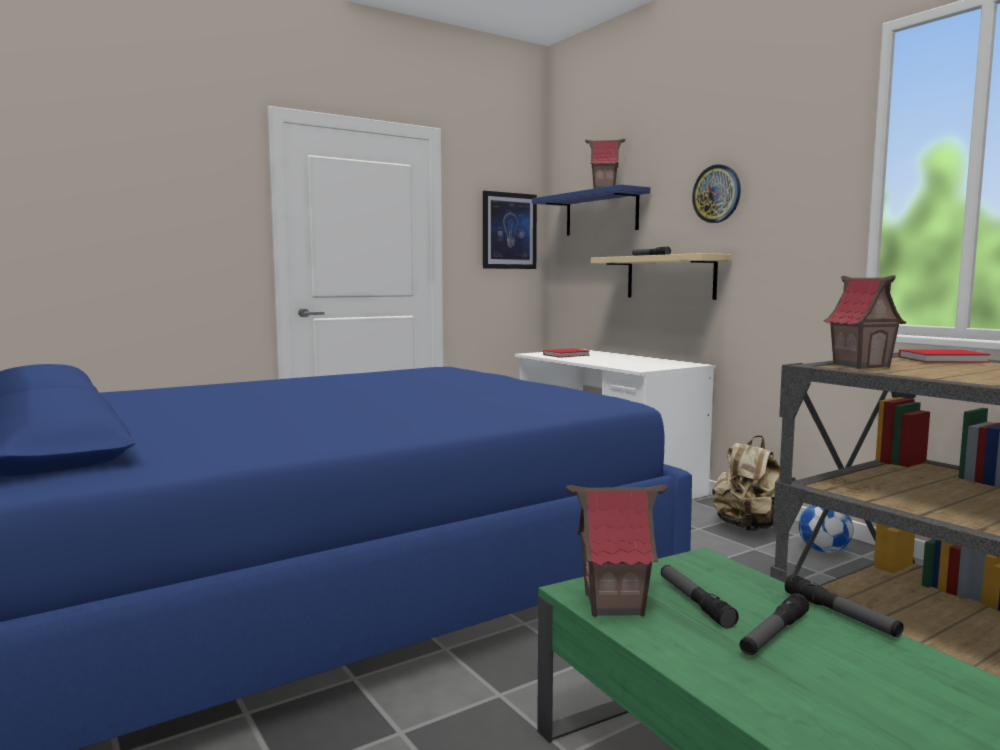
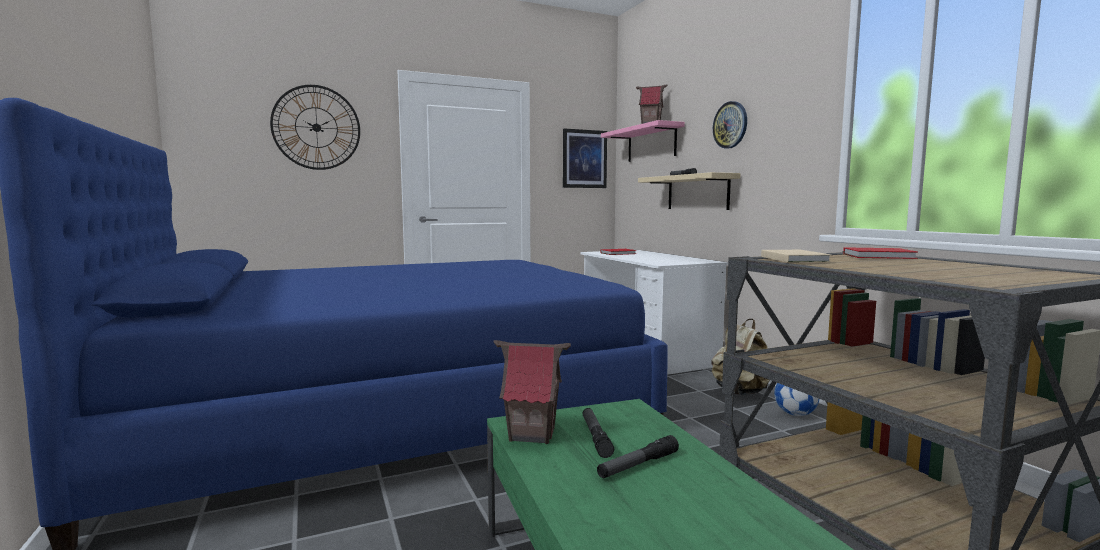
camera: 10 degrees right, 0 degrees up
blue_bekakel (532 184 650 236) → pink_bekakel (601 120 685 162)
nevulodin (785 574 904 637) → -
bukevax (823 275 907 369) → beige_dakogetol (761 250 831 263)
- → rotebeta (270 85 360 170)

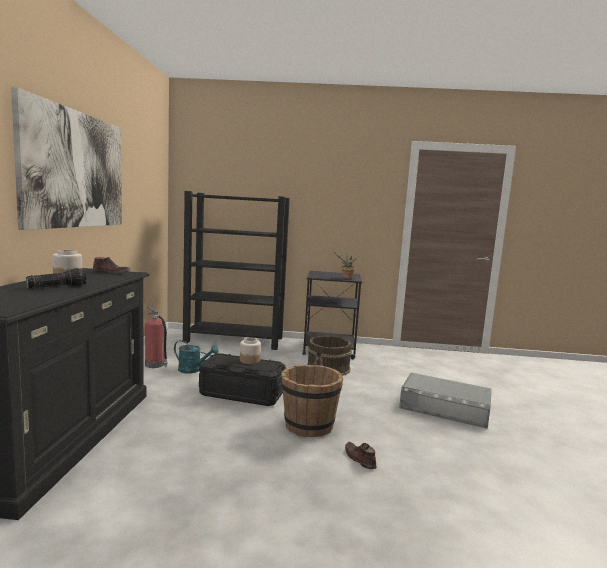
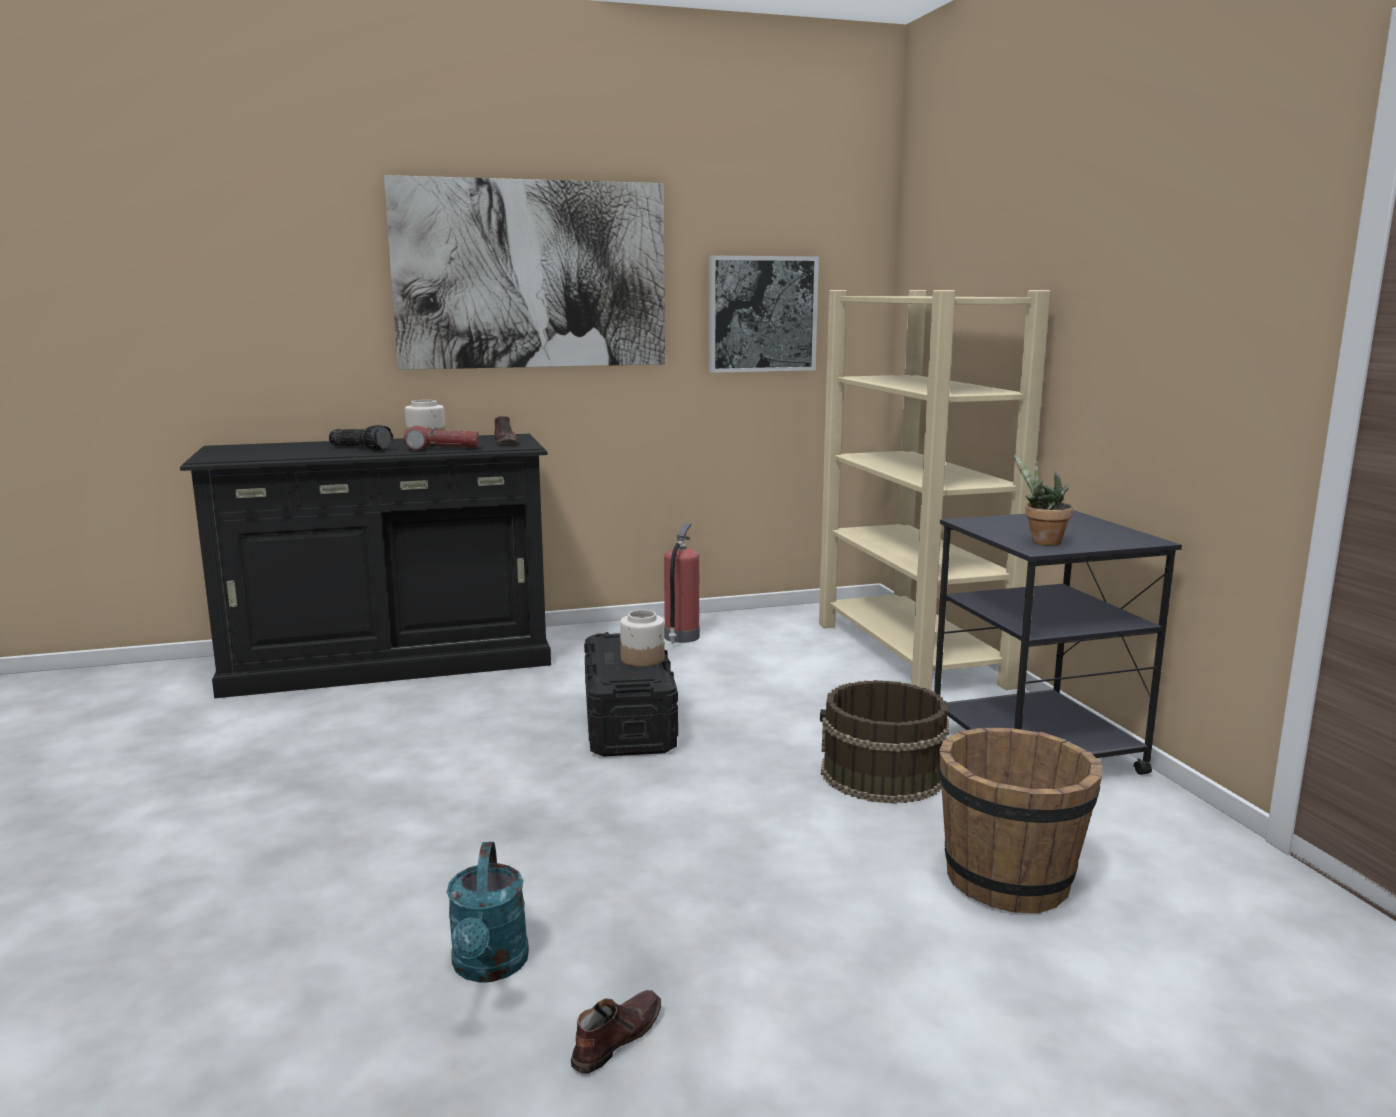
camera: 70 degrees right, 5 degrees up
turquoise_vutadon (174 340 219 373) → turquoise_vutadon (447 842 529 983), shifted
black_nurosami (183 191 290 350) → beige_nurosami (819 290 1051 691)
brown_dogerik (281 365 343 437) → brown_dogerik (939 728 1102 913), shifted
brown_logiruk (345 442 376 469) → brown_logiruk (571 990 661 1074), shifted
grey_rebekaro (399 373 492 429) → -
- → nevulodin (403 426 479 450)
- → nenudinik (709 255 819 373)

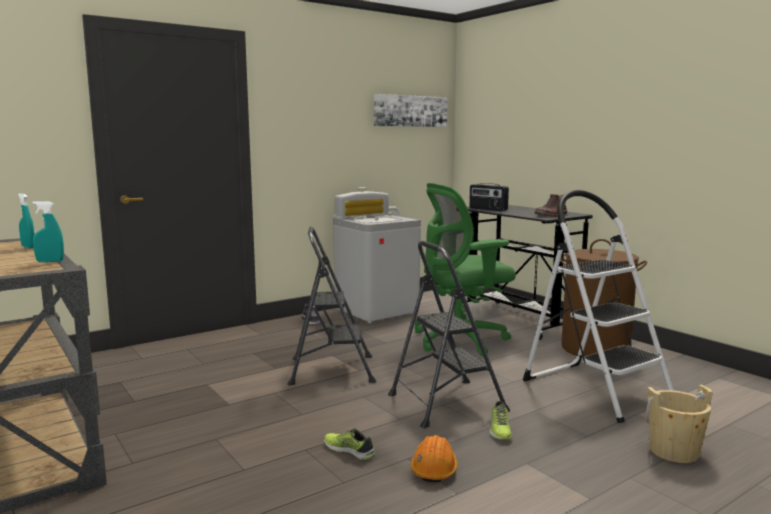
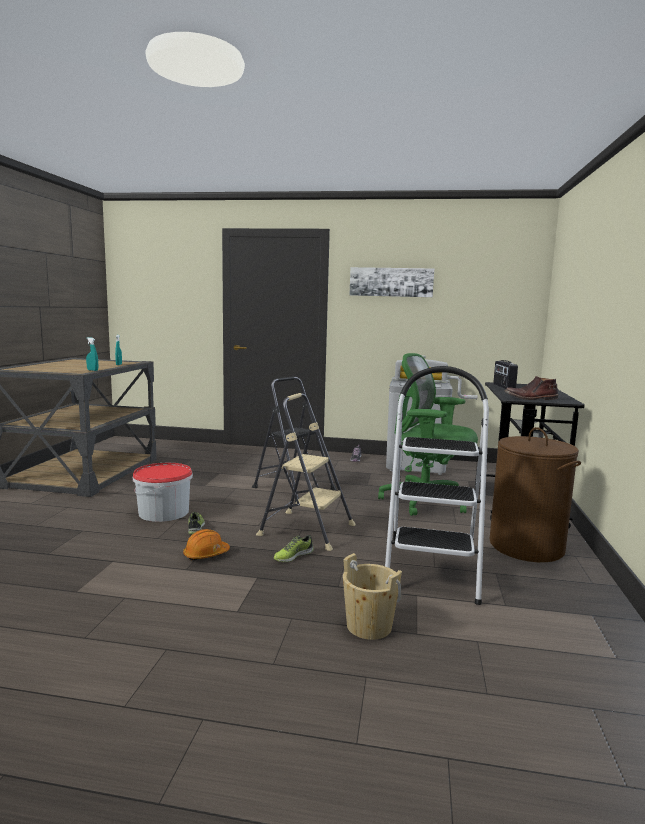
camera: 45 degrees right, 0 degrees up
nenudinik (374 94 447 127) → nenudinik (350 267 434 297), shifted
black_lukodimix (388 241 510 428) → beige_lukodimix (256 393 356 551)
- → dogerik (133 463 193 522)

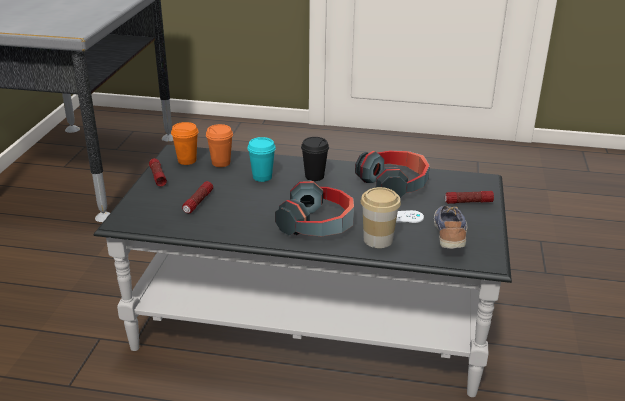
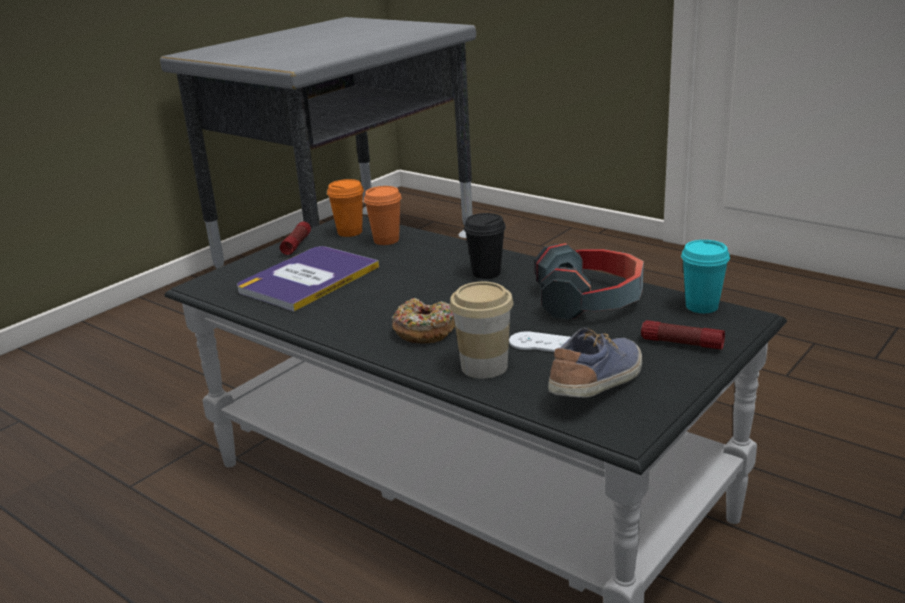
camera: 30 degrees right, 5 degrees down
nevulodin (182 181 213 213) → dakogetol (237 246 379 312)
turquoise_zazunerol (247 137 276 182) → turquoise_zazunerol (681 240 730 313), shifted
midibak (275 180 354 236) → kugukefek (391 298 455 343)

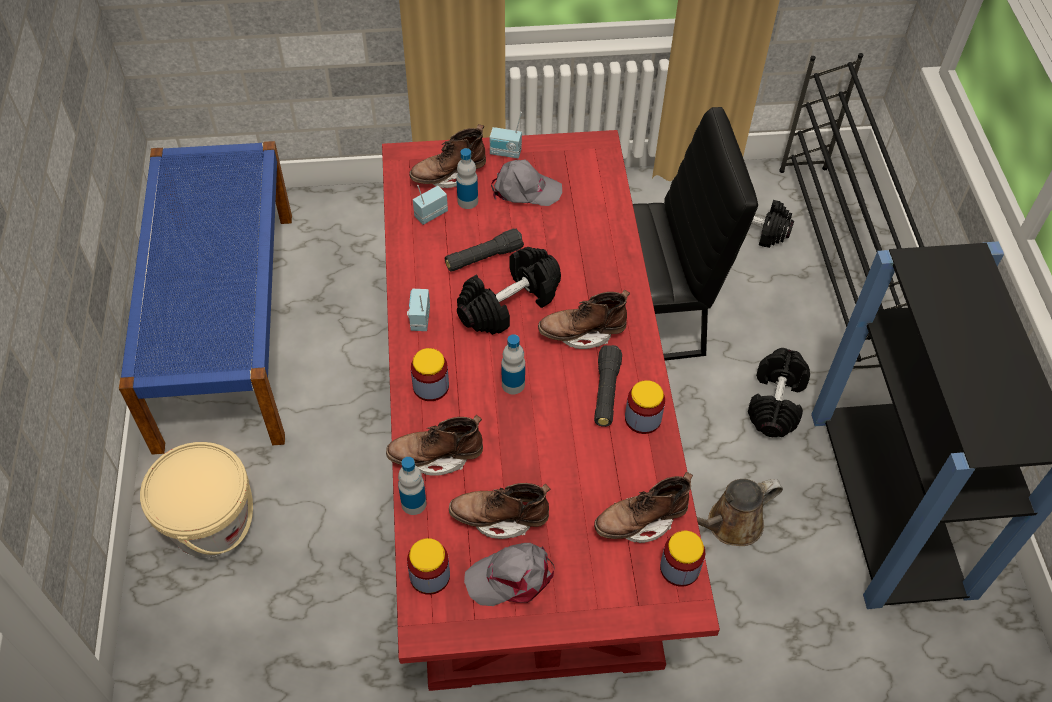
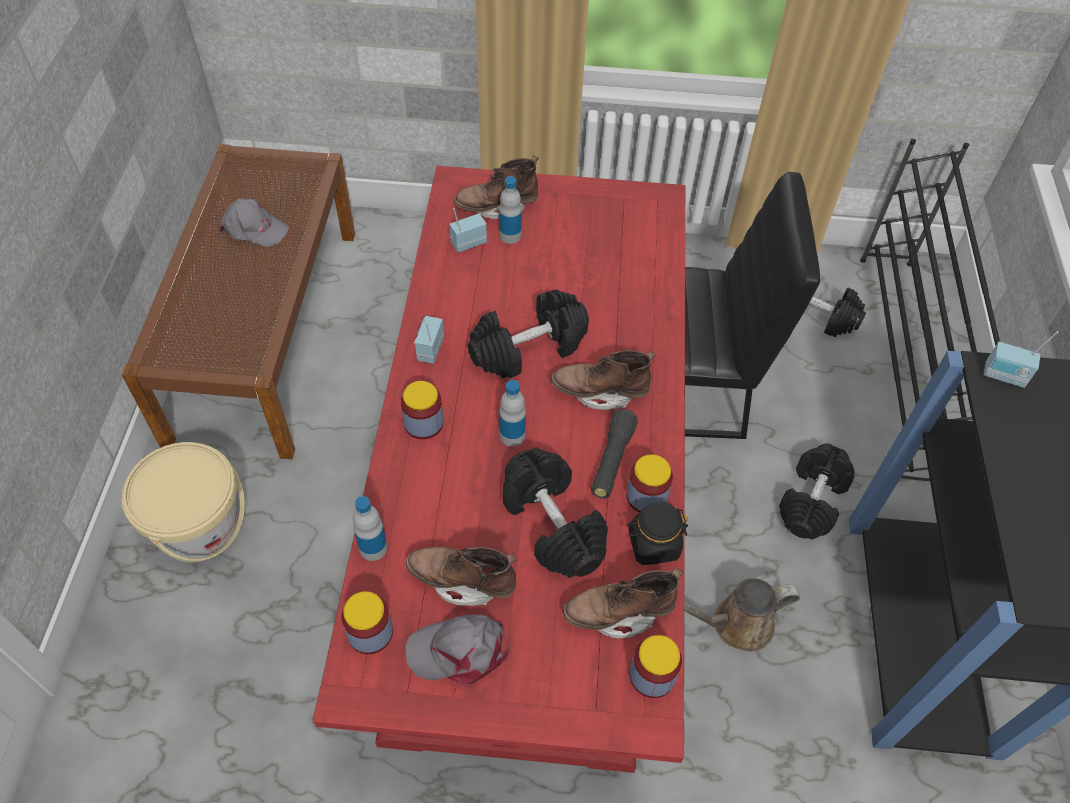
camera: 10 degrees right, 0 degrees up
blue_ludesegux (119 141 292 455) → brown_ludesegux (122 144 355 460)
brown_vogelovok (386 415 483 476) → -
black_nevulodin (445 228 524 272) → -
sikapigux (490 112 522 158) → sikapigux (984 331 1058 388), shifted
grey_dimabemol (491 160 562 206) → grey_dimabemol (219 198 289 247), shifted
- → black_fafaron (503 448 608 578)
- → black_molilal (627 501 688 565)

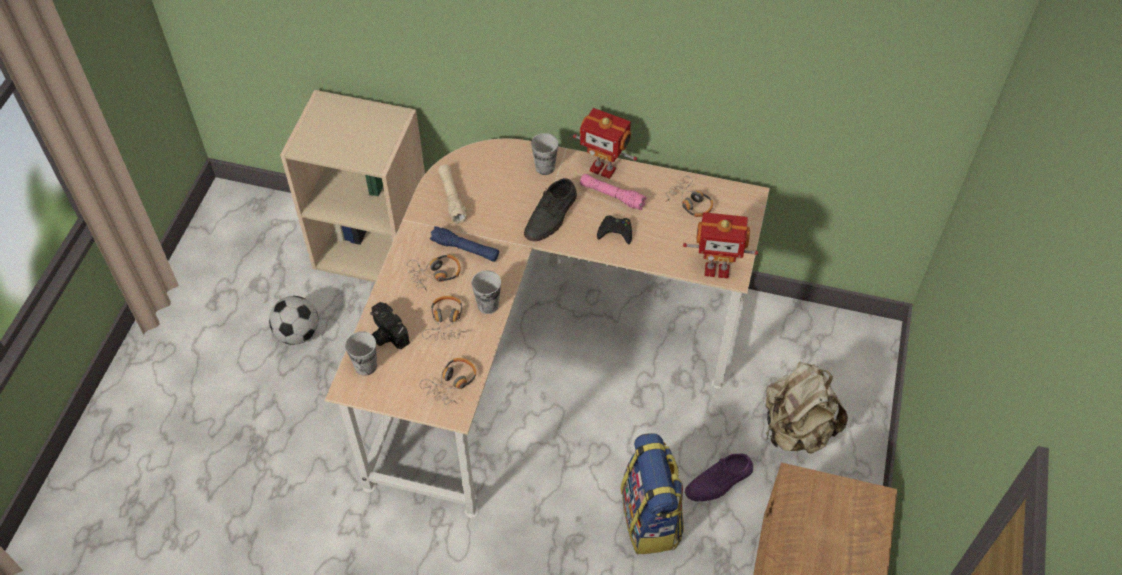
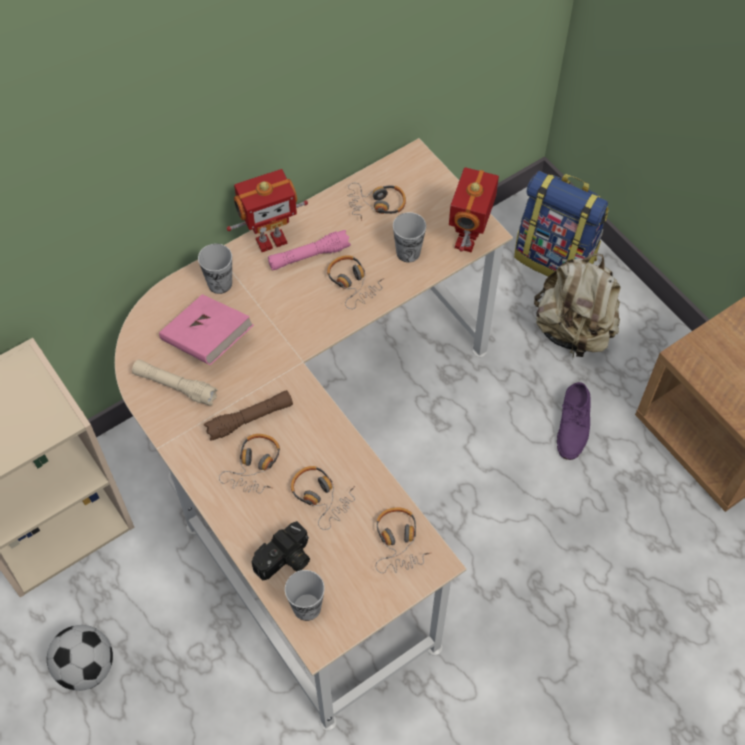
camera: 50 degrees left, 5 degrees up
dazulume (370 302 410 350) → dazulume (251 521 310 581), 45 degrees counterclockwise
blue_nevulodin (430 226 499 262) → brown_nevulodin (204 390 293 440)
zazunerol (472 270 501 314) → zazunerol (393 212 426 262), shifted
grey_logiruk (524 178 577 241) → -
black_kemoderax (597 215 632 244) → midibak (327 255 384 309)
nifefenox (621 433 684 554) → nifefenox (514 171 609 277), shifted
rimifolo (683 212 758 279) → rimifolo (449 167 499 253), 150 degrees clockwise
- → pink_dakogetol (159 294 254 365)

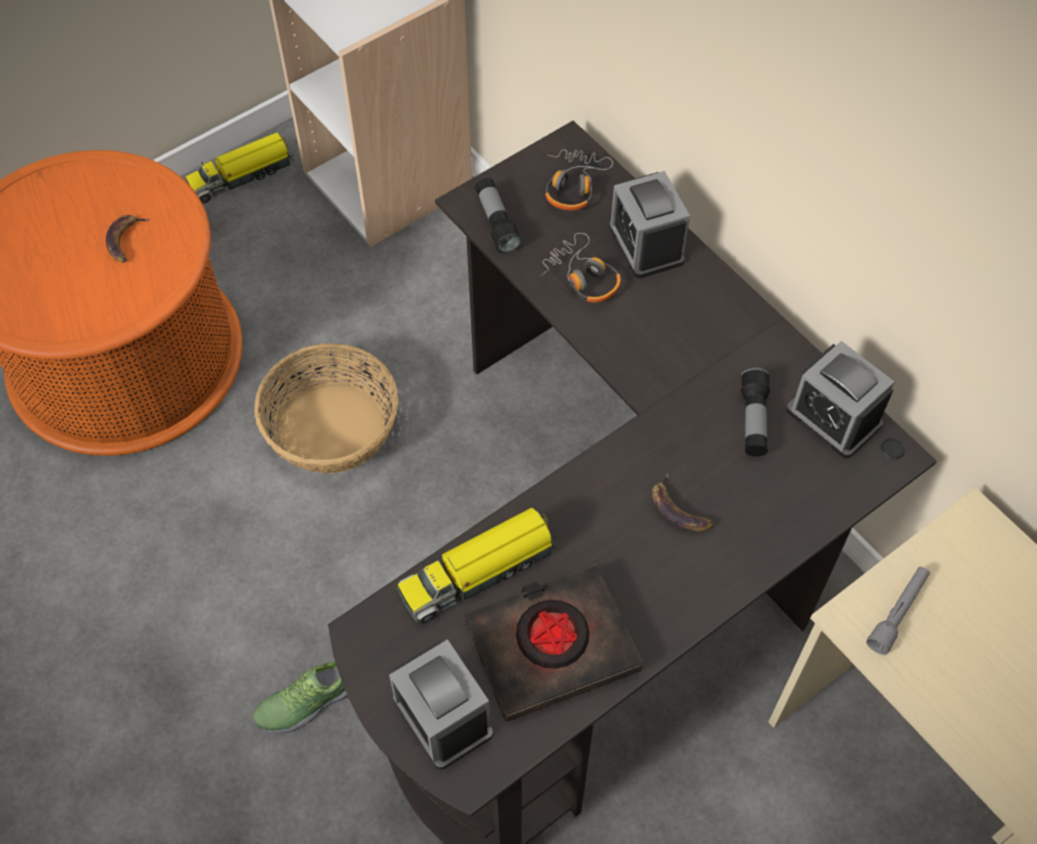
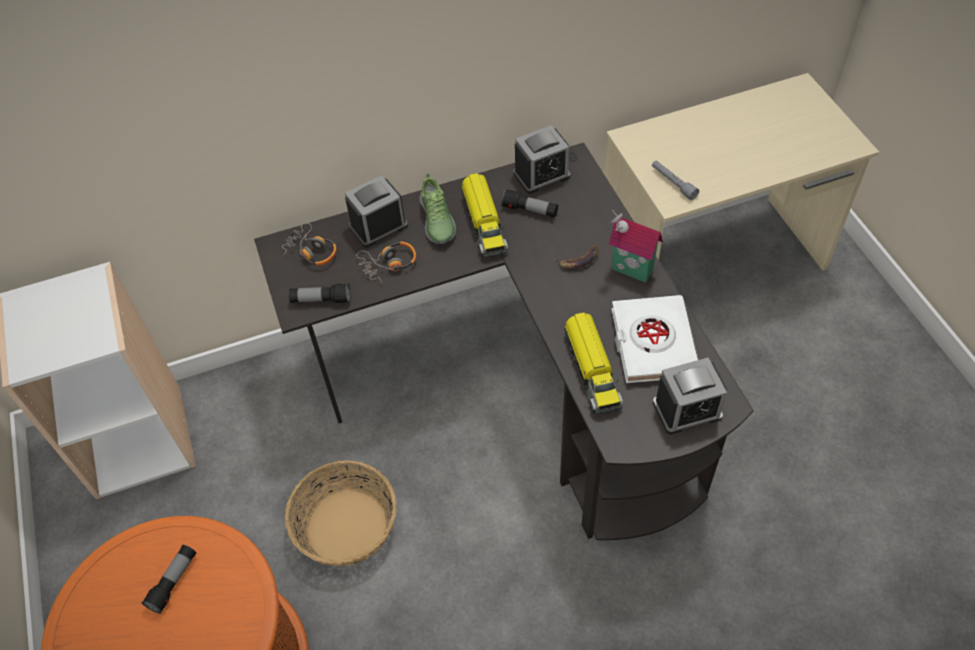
camera: 70 degrees left, 5 degrees down
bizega (106 215 150 263) → nevulodin (141 545 196 614)
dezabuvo (185 132 294 203) → dezabuvo (462 173 508 258), shifted
logiruk (252 661 348 733) → logiruk (420 173 456 244), shifted
black_dakogetol (464 564 643 722) → white_dakogetol (611 295 699 383)
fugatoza (609 171 690 278) → fugatoza (345 175 408 248), 150 degrees clockwise
- → bukevax (609 210 663 283)

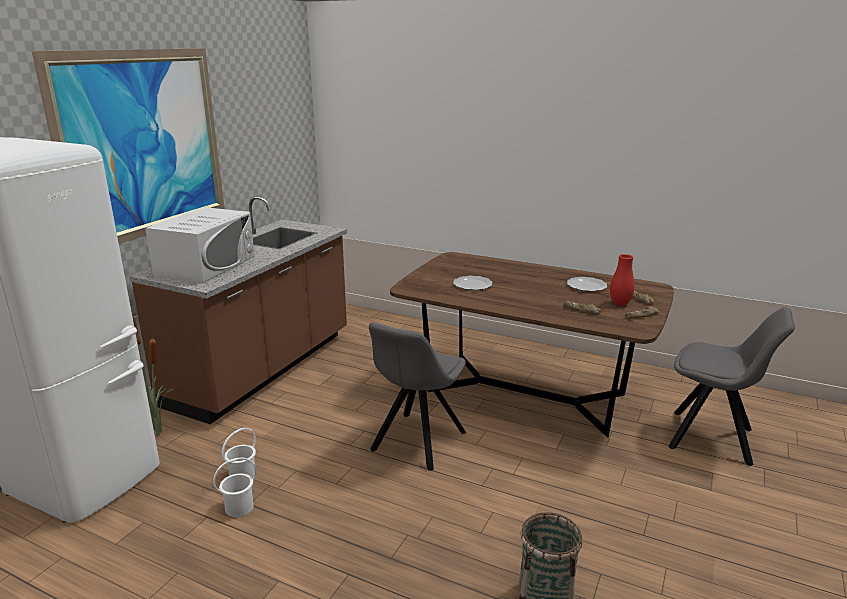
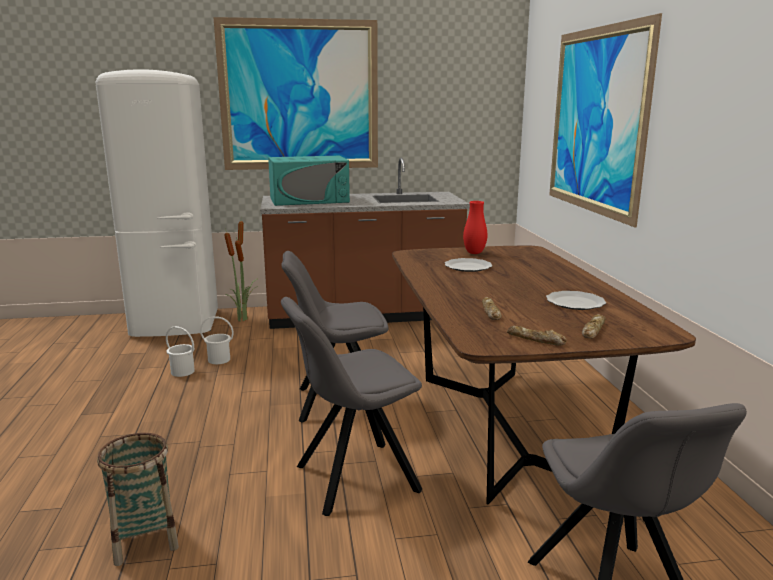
camera: 55 degrees right, 5 degrees down
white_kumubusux (145 207 255 284) → turquoise_kumubusux (268 156 350 206)
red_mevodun (610 254 635 306) → red_mevodun (463 201 487 254), shifted
- → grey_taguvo (281 297 422 516)
- → nenudinik (549 13 662 228)

